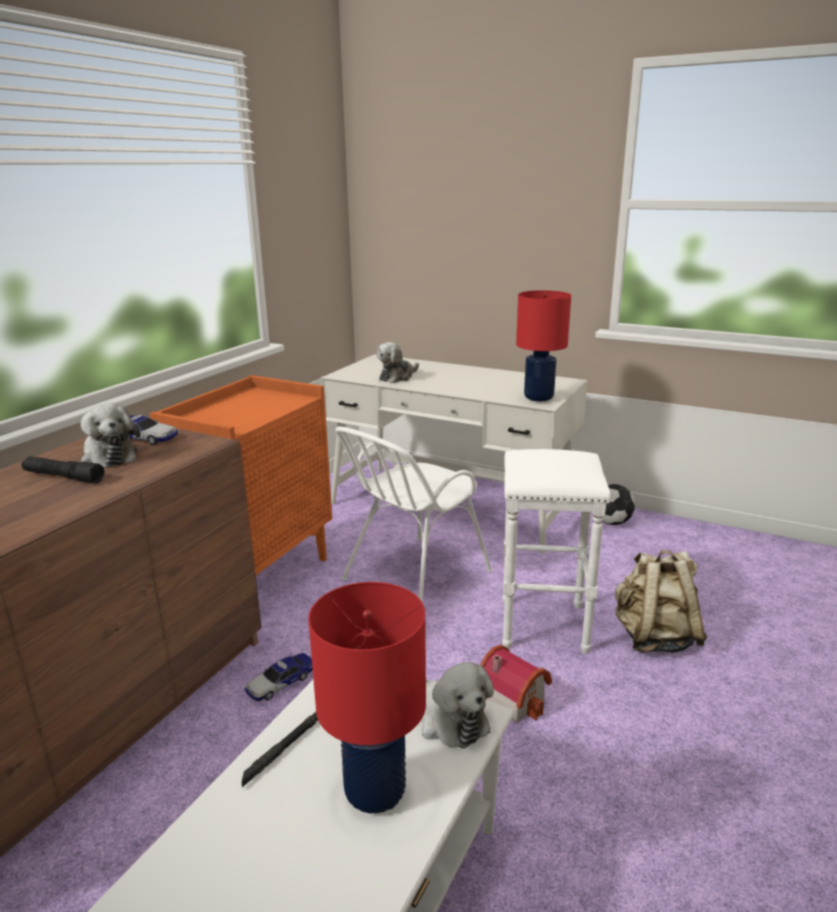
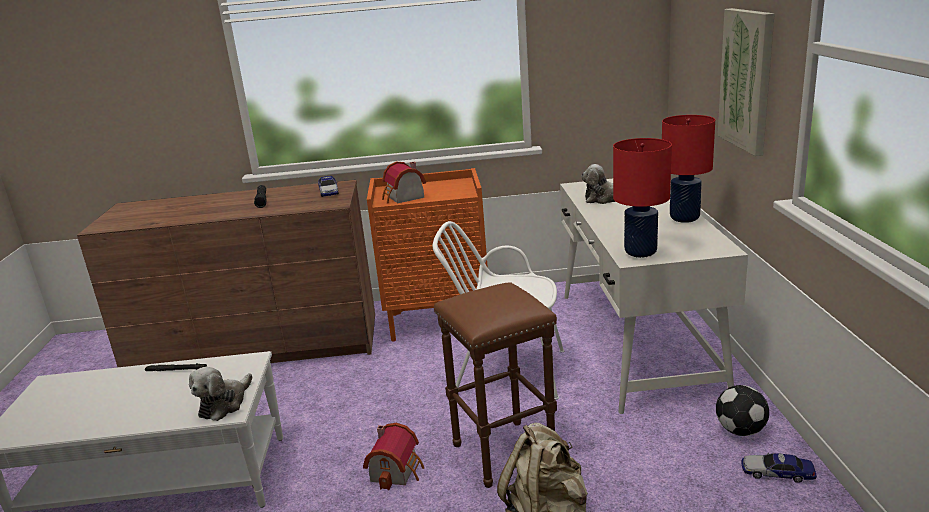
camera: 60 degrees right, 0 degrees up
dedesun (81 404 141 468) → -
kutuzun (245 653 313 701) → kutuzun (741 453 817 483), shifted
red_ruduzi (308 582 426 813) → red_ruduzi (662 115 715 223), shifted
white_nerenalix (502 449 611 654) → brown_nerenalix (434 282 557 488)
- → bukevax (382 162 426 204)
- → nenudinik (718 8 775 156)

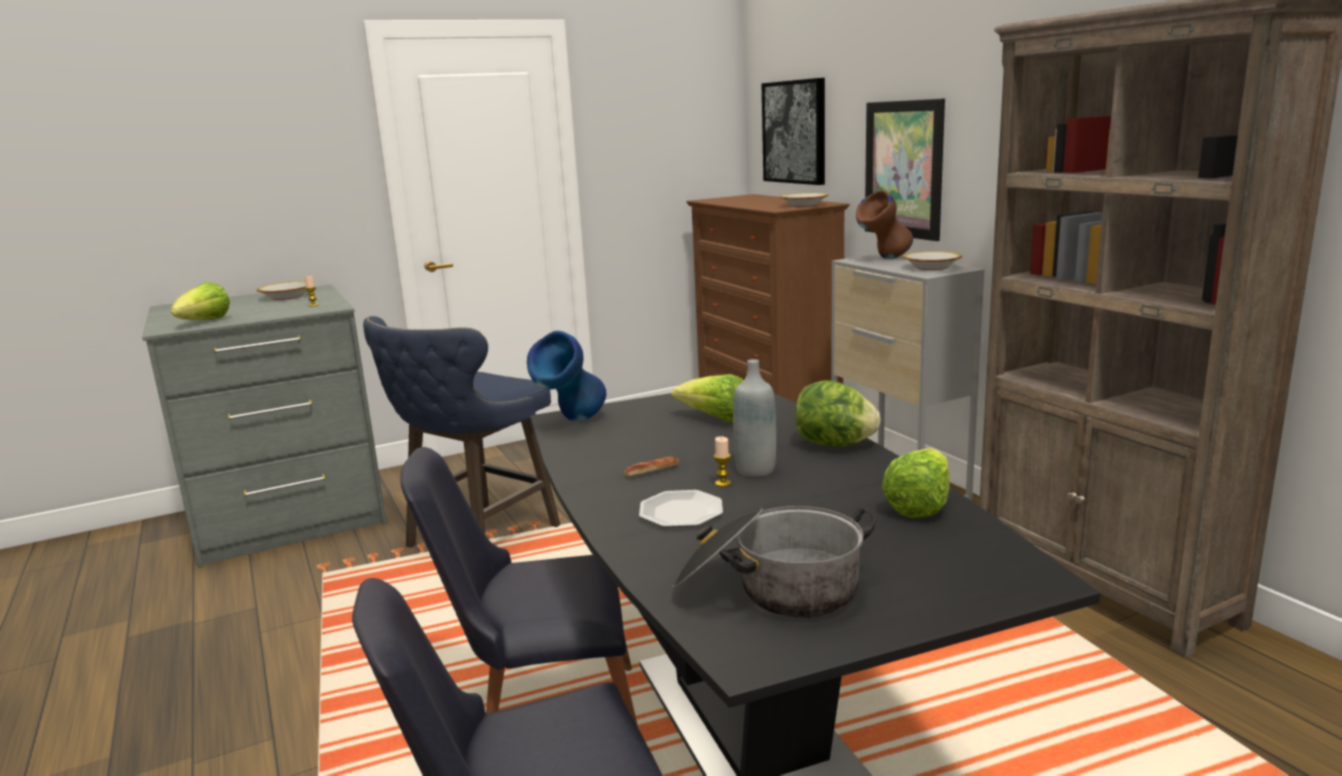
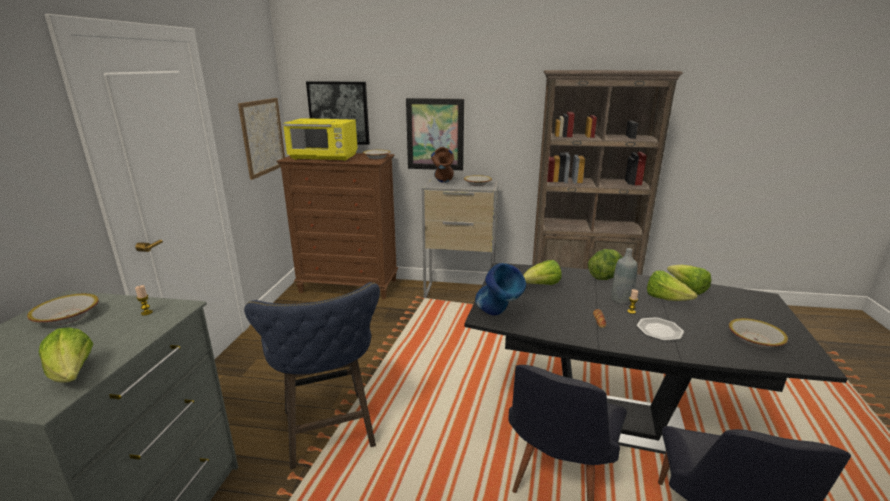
camera: 55 degrees left, 5 degrees up
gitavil (672 506 876 618) → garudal (729 318 788 348)
- → nenudinik (238 98 285 180)
- → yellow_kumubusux (283 118 358 161)
- → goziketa (647 270 697 301)

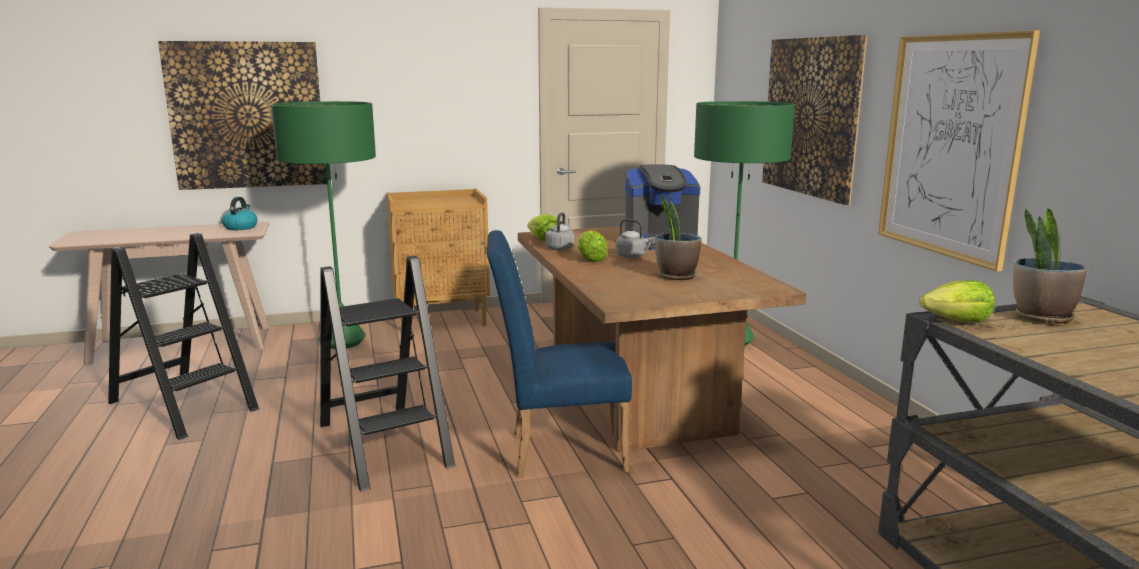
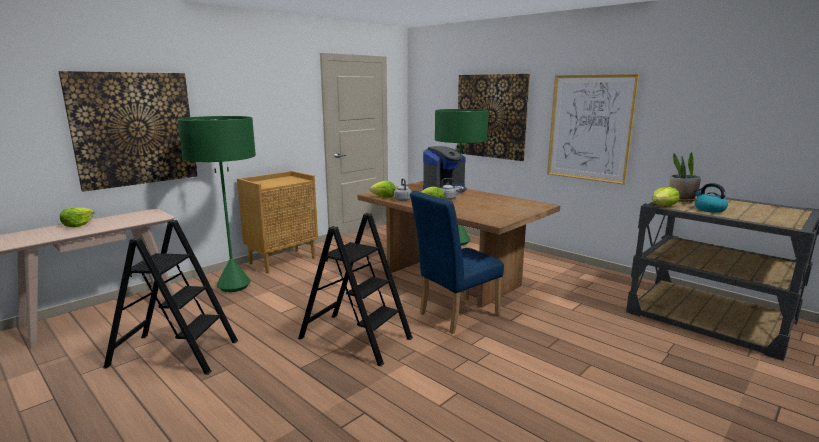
camera: 30 degrees left, 0 degrees up
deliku (222 197 257 230) → deliku (694 183 728 213), shifted
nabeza (655 194 702 280) → -
- → goziketa (60 208 94 227)

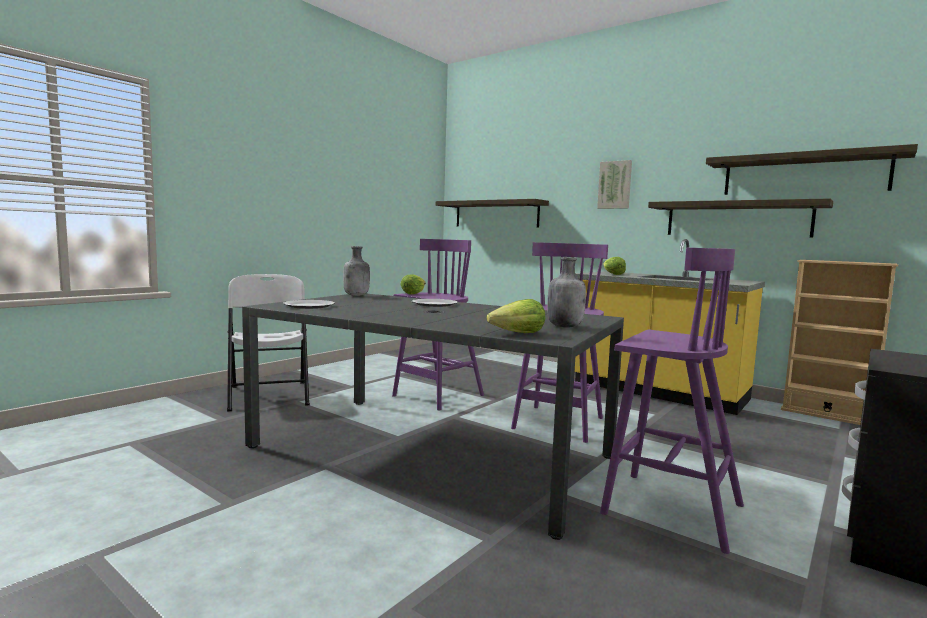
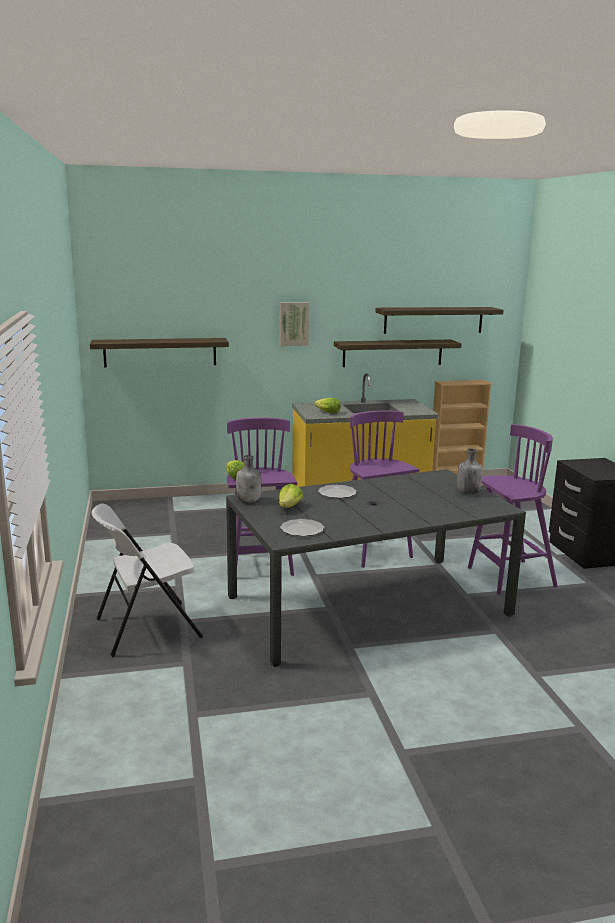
camera: 50 degrees left, 10 degrees up
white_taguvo (227 274 310 412) → white_taguvo (92 504 203 657), 45 degrees counterclockwise
goziketa (487 299 545 333) → goziketa (279 484 304 508), shifted

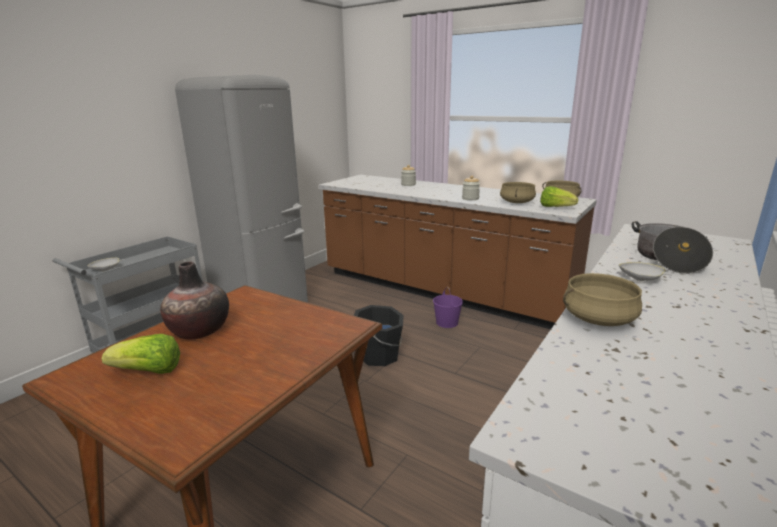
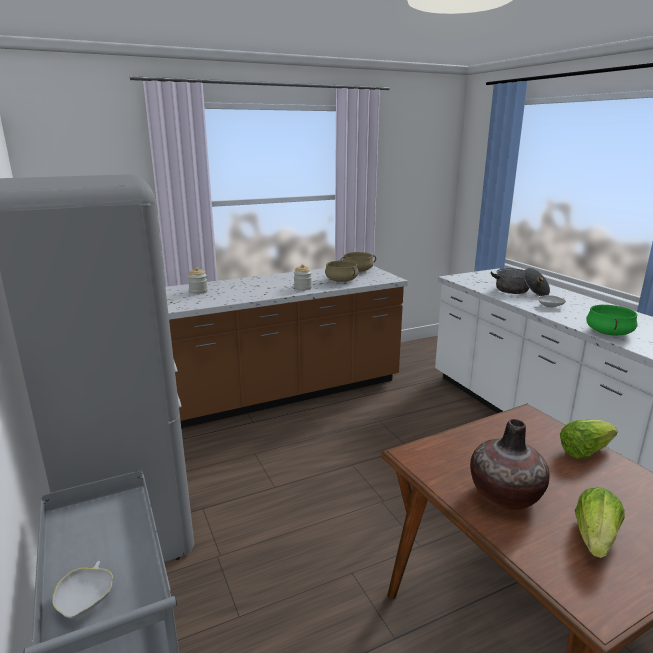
camera: 60 degrees left, 0 degrees up
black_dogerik (354 305 404 366) → -
purple_dogerik (433 287 463 328) → -
goziketa (540 186 578 207) → goziketa (560 420 618 459), shifted
beige_gitavil (563 273 642 326) → green_gitavil (586 305 637 336)

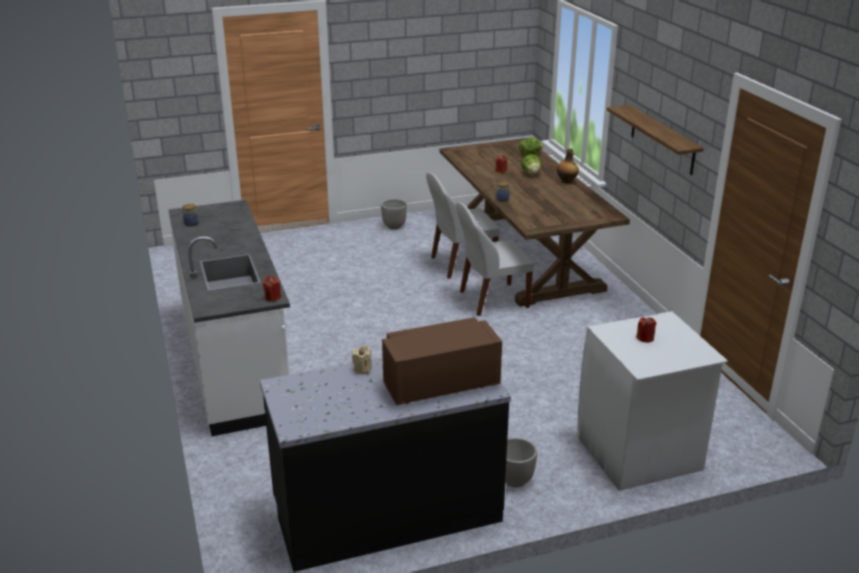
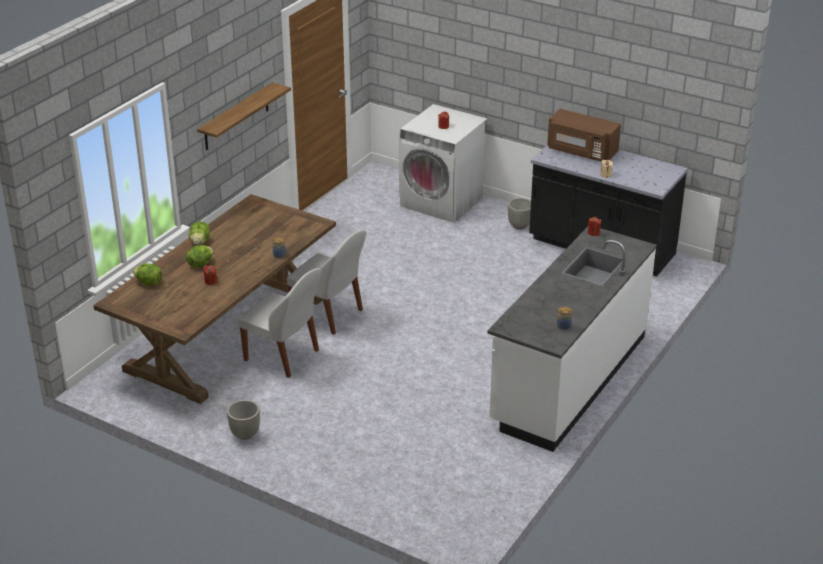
camera: 130 degrees left, 5 degrees up
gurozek (557 148 579 184) → goziketa (189 221 210 245)

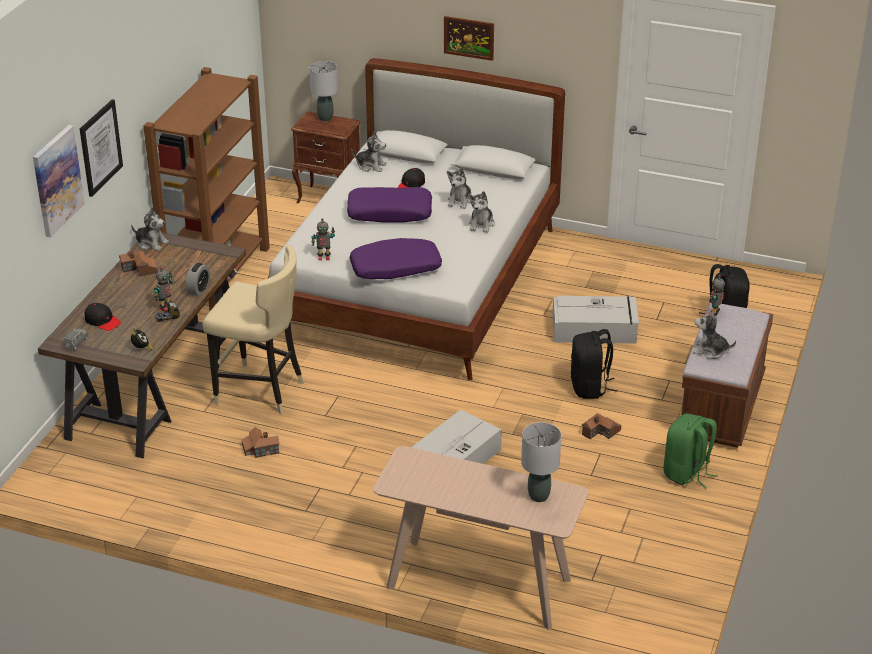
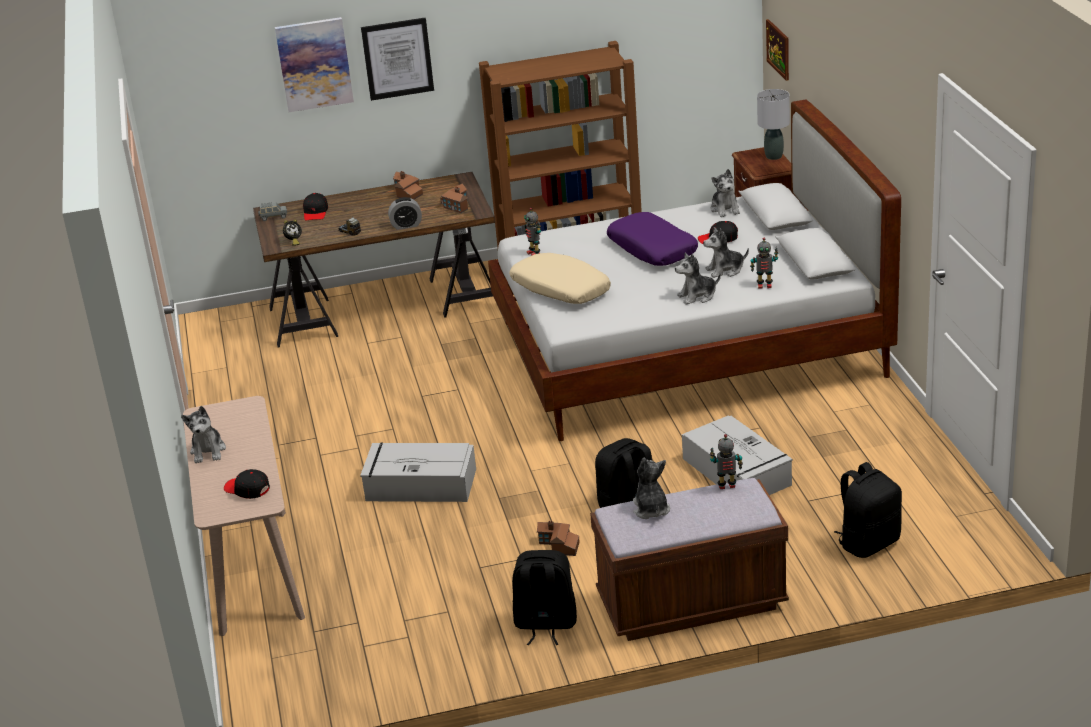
camera: 60 degrees right, 5 degrees down
dedesun (131 207 169 251) → dedesun (181 406 226 463), shifted
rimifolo (154 267 173 312) → rimifolo (750 237 778 289), shifted
beige_nerenalix (202 245 304 414) → -
bukevax (242 427 280 458) → bukevax (440 183 468 213), shifted
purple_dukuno (350 238 442 279) → beige_dukuno (509 253 611 304)
nenudinik (444 16 494 61) → nenudinik (766 19 789 81), shifted
grey_ruduzi (521 422 561 502) → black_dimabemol (224 469 270 499)
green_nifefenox (664 413 718 489) → black_nifefenox (512 550 577 645)

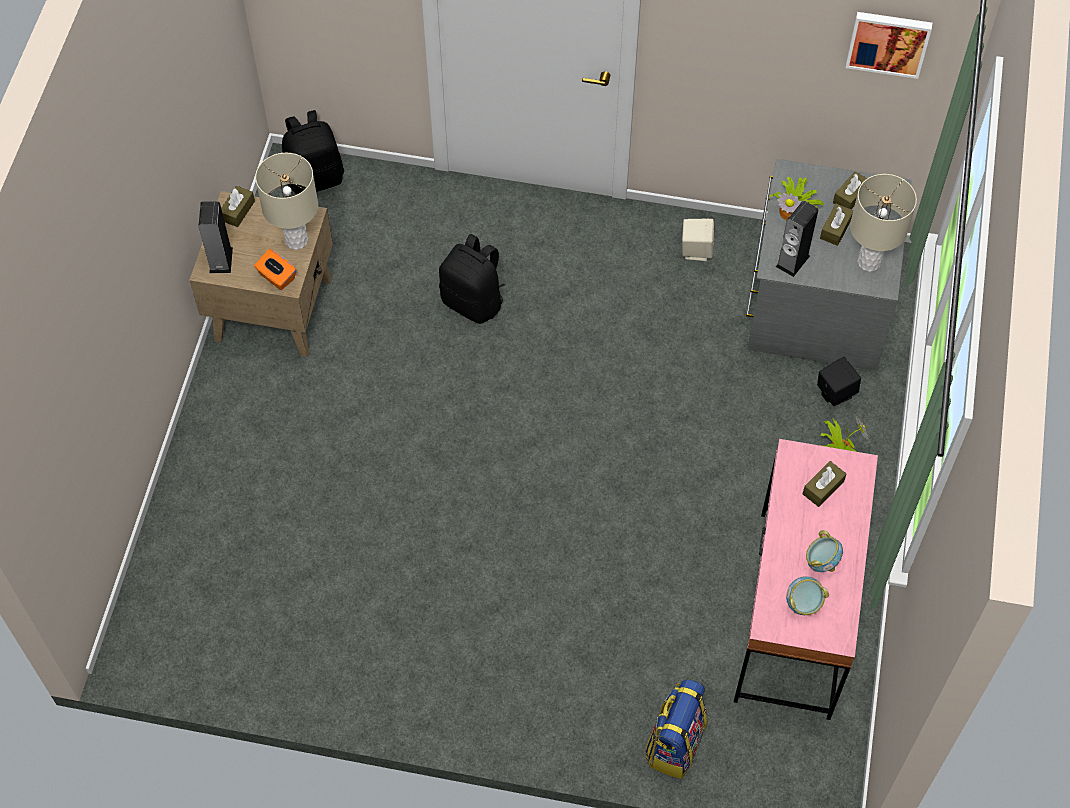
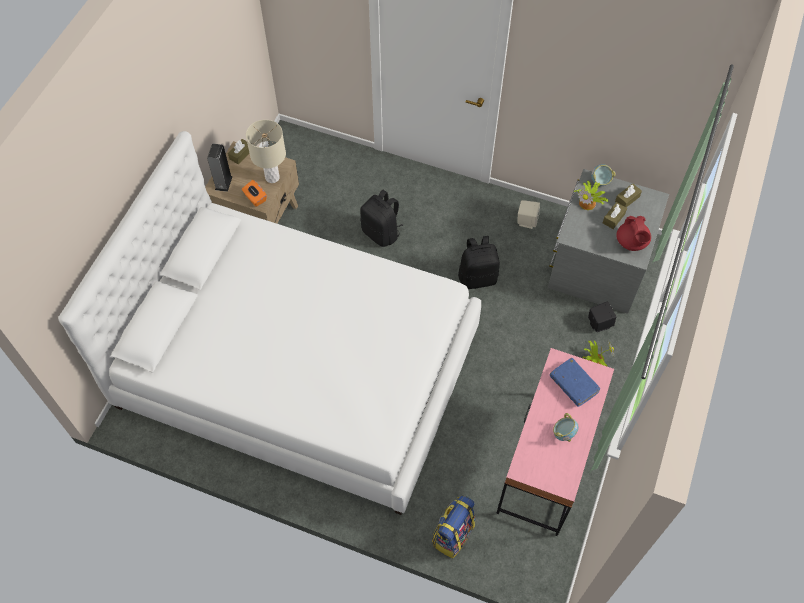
camera: 10 degrees right, 0 degrees up
black_nifefenox (282 110 344 194) → black_nifefenox (458 236 500 289), shifted
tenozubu (775 200 818 277) → -
garudal (786 576 829 615) → garudal (591 164 616 186), shifted
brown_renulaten (803 461 846 507) → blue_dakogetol (550 358 600 407)
nenudinik (845 12 932 79) → -
beige_ruduzi (850 174 917 272) → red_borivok (616 216 651 251)
- → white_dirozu (58 131 481 515)

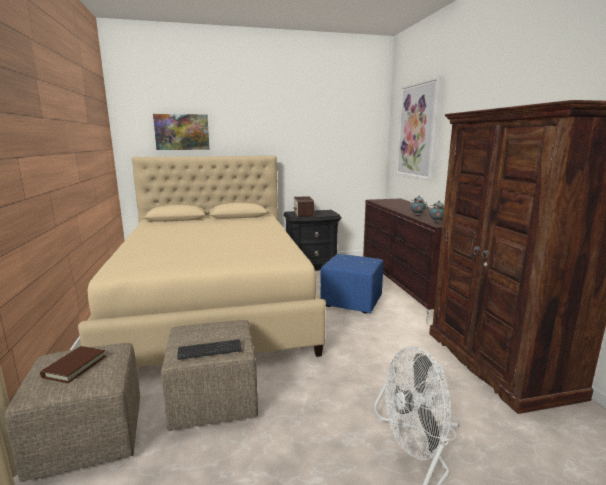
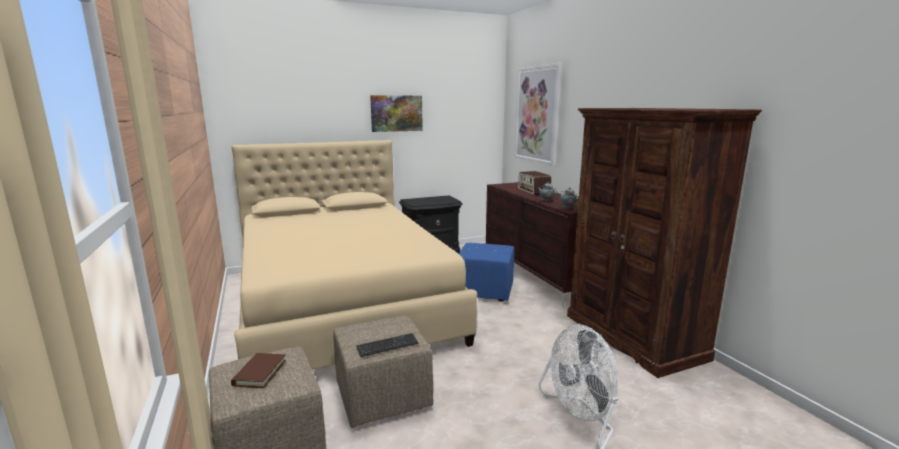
camera: 10 degrees left, 0 degrees up
nenudinik (153 114 210 150) → nenudinik (370 95 423 132), shifted
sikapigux (293 196 314 217) → sikapigux (518 171 551 195), shifted

